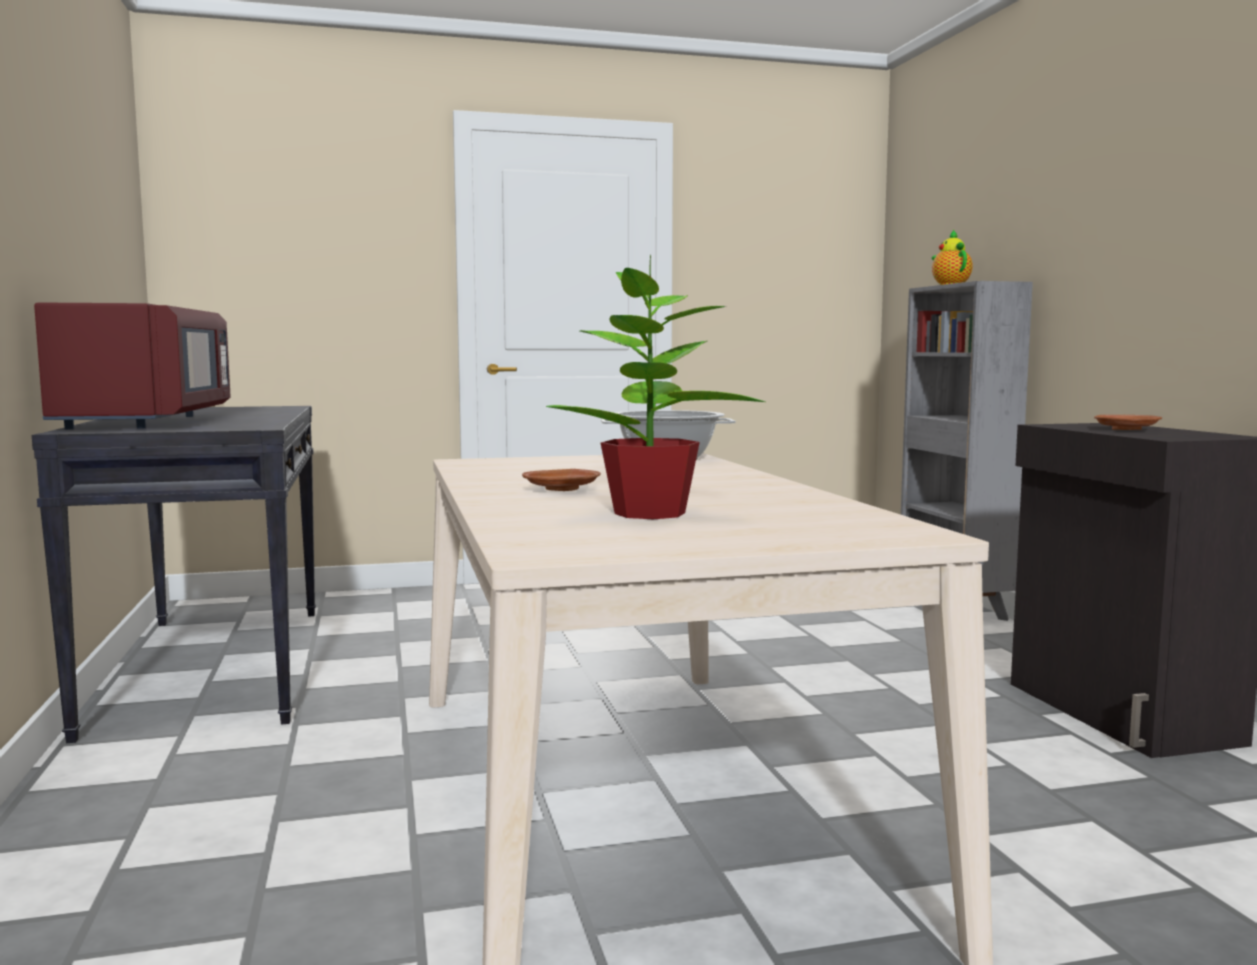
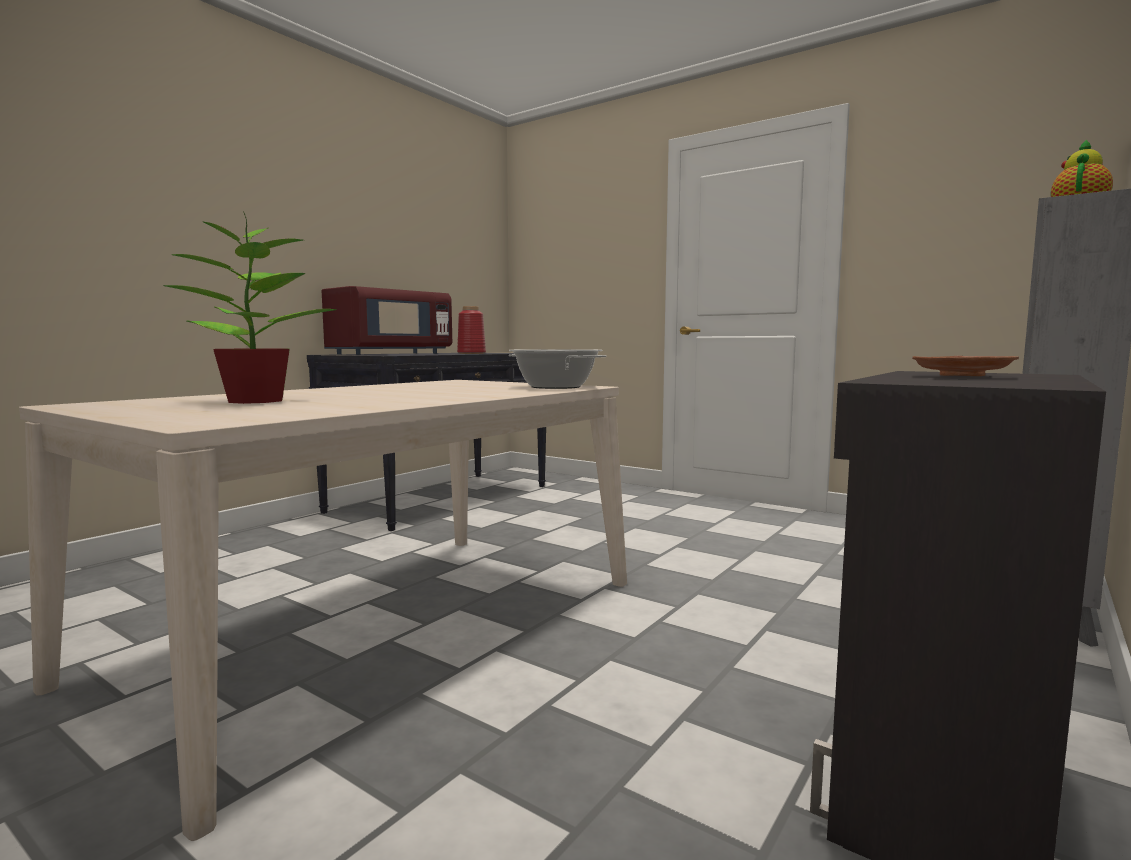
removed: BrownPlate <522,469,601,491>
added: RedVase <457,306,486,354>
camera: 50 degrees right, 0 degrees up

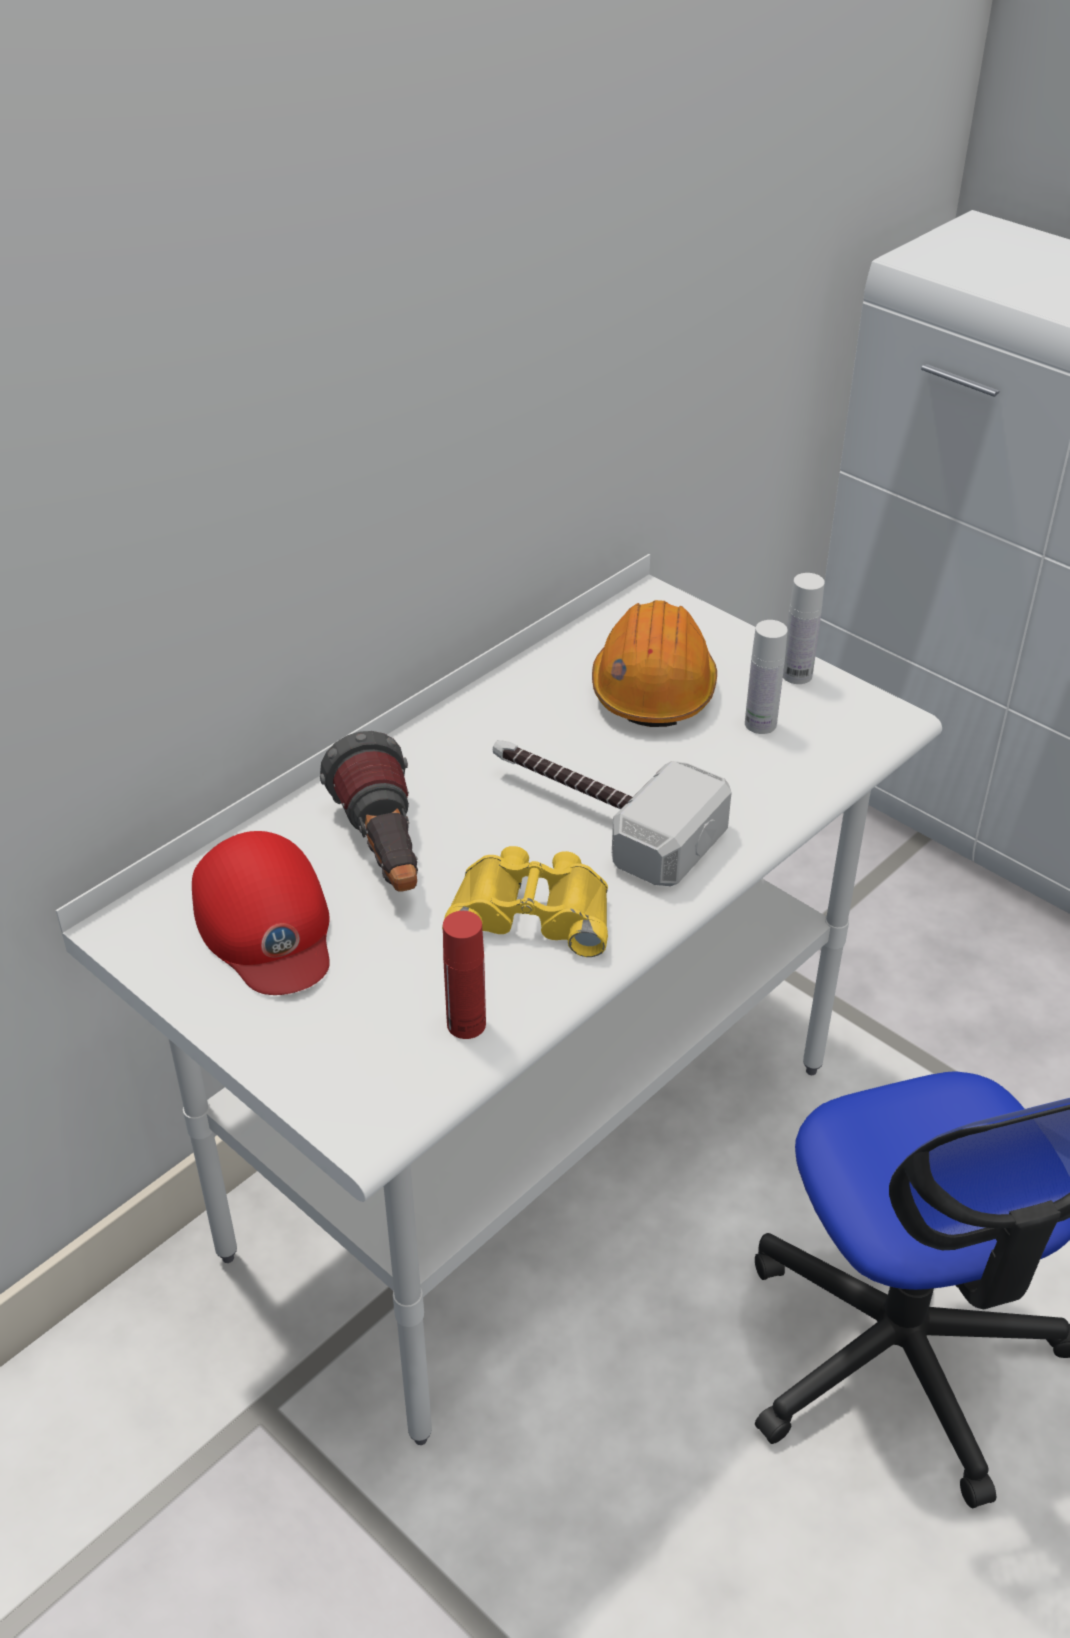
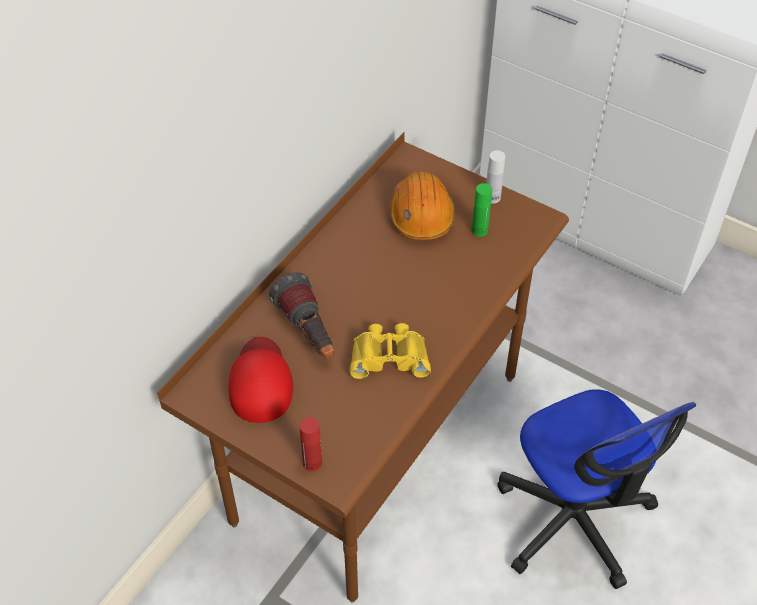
removed: Hammer <493,740,732,886>
moved: RedBottle <443,911,486,1039> to <300,417,322,471>
recoloured: WhiteDesk <56,554,942,1445> to BrownDesk <157,132,569,603>; WhiteBottle <745,620,788,734> to GreenBottle <472,183,492,237>
turned: RedCap <192,831,330,995> = <229,337,293,423> 150 degrees counterclockwise
camera: 10 degrees left, 10 degrees up

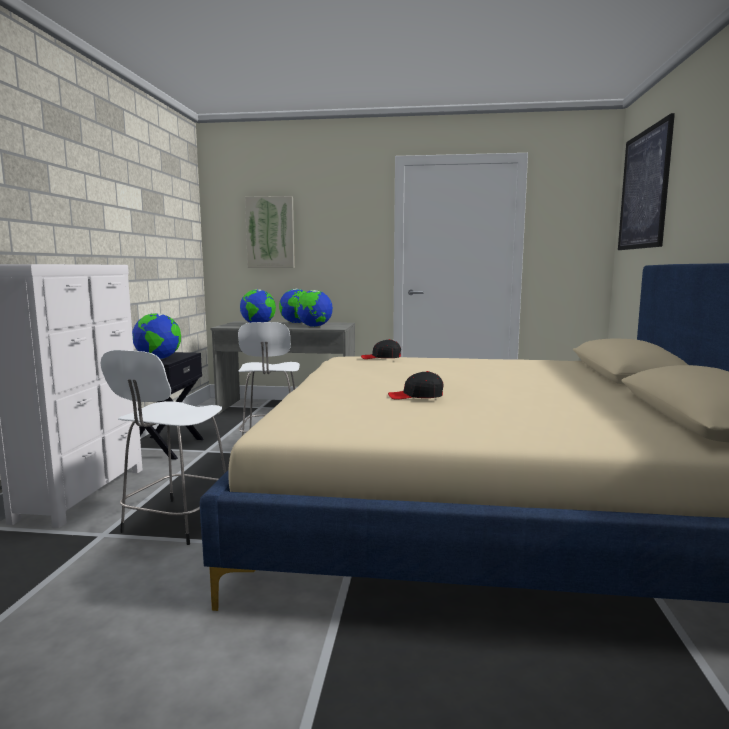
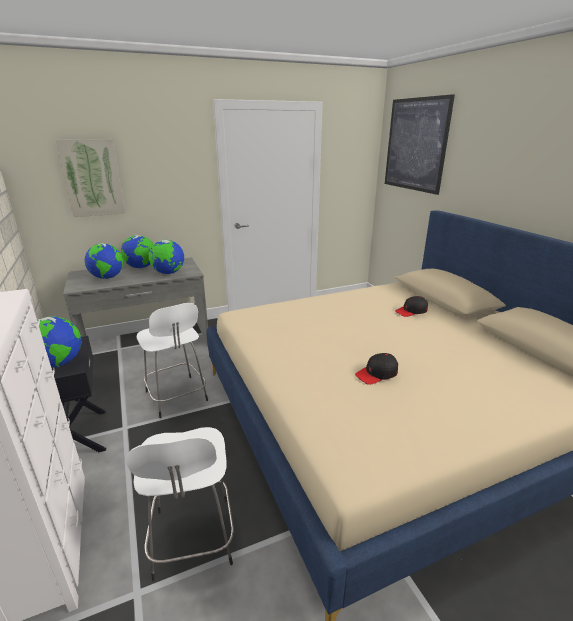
moved: BlackCap <361,339,401,359> to <395,296,428,317>
camera: 30 degrees left, 15 degrees up

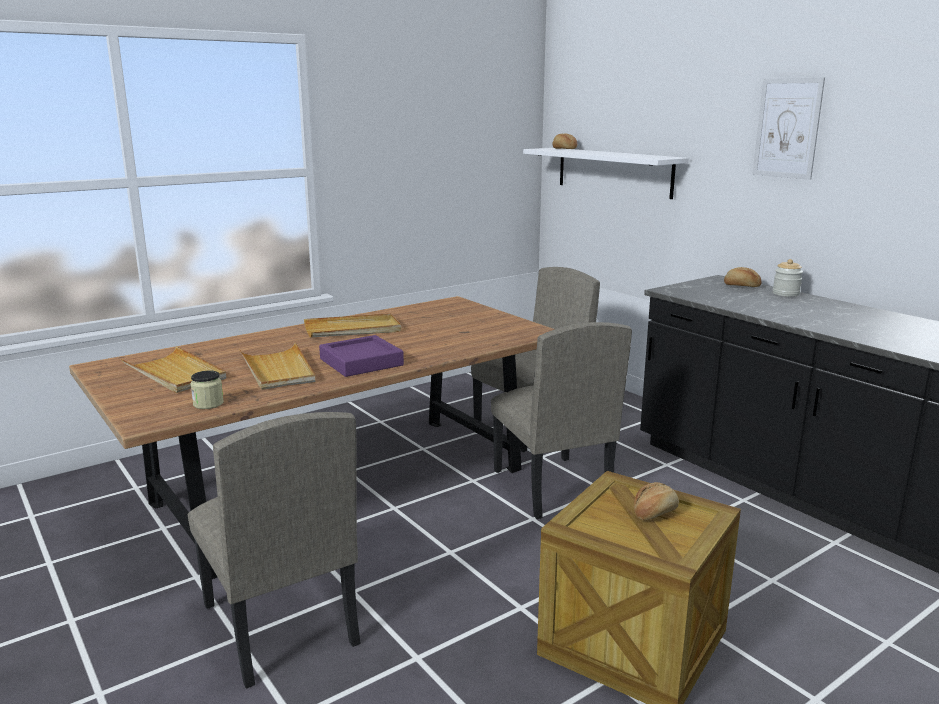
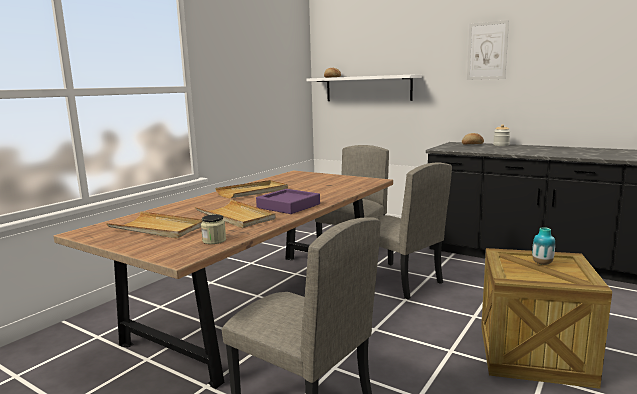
replaced: Bread <634,482,679,520> to Vase <532,227,555,265>
camera: 20 degrees left, 5 degrees down

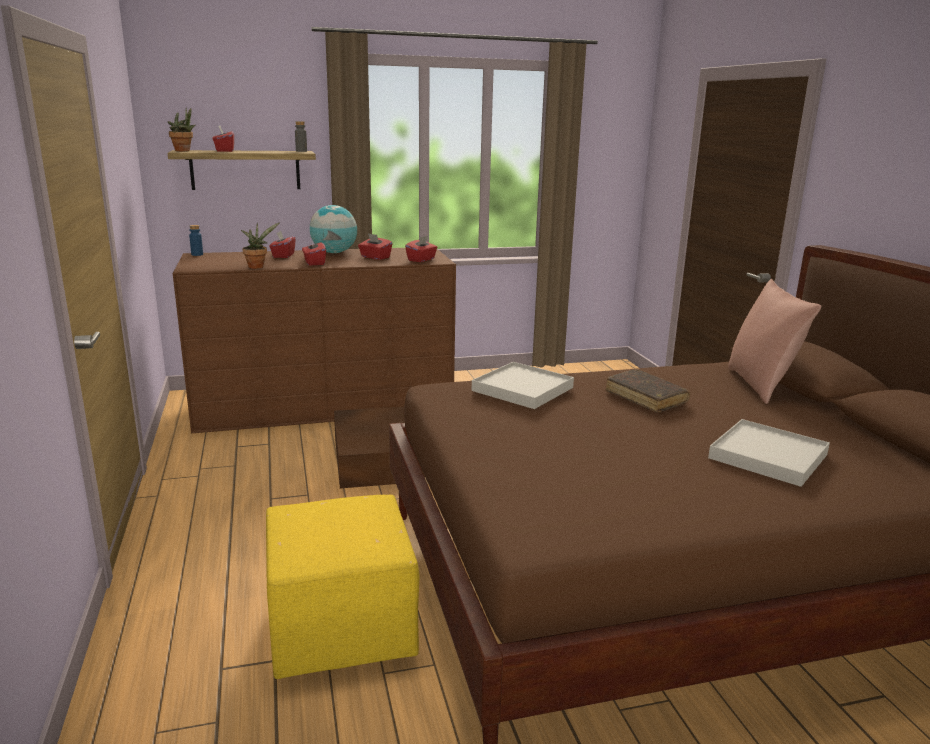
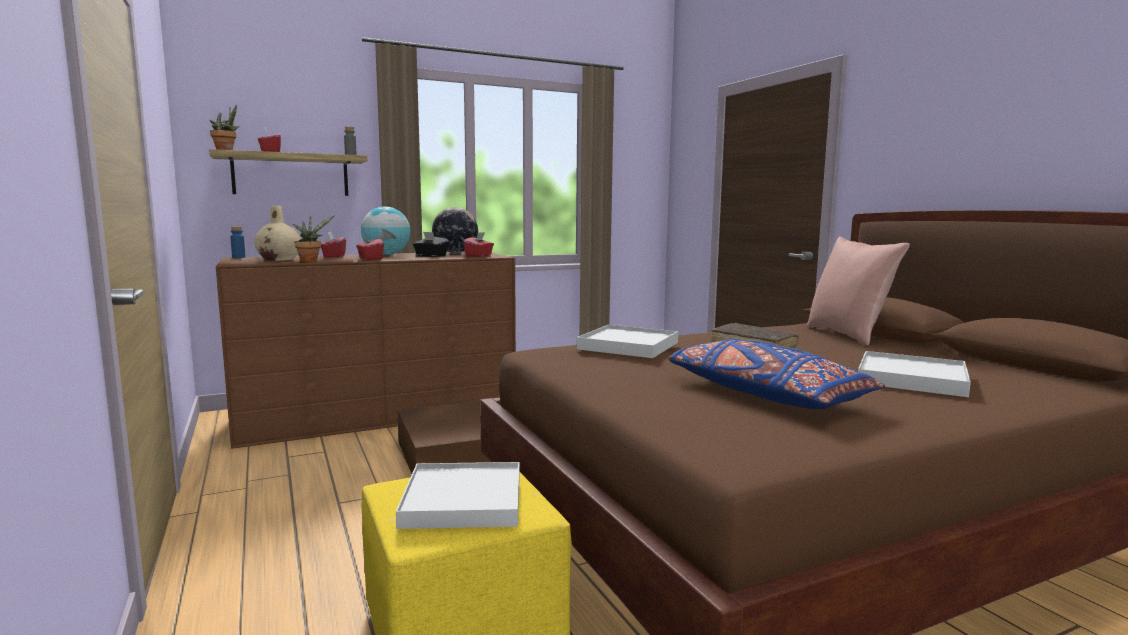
added: BeigeVase <254,206,301,261>; Globe <432,207,478,253>; BluePillow <668,339,885,409>; WhiteTray <396,462,520,529>
recoloured: RedTissueBox <358,233,393,260> to BlackTissueBox <413,232,449,257>
camera: 10 degrees left, 10 degrees down

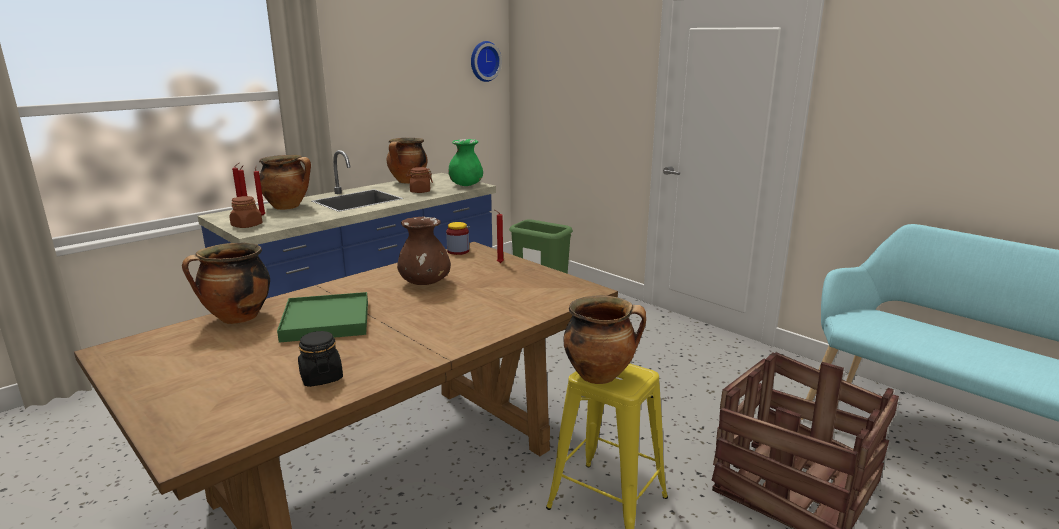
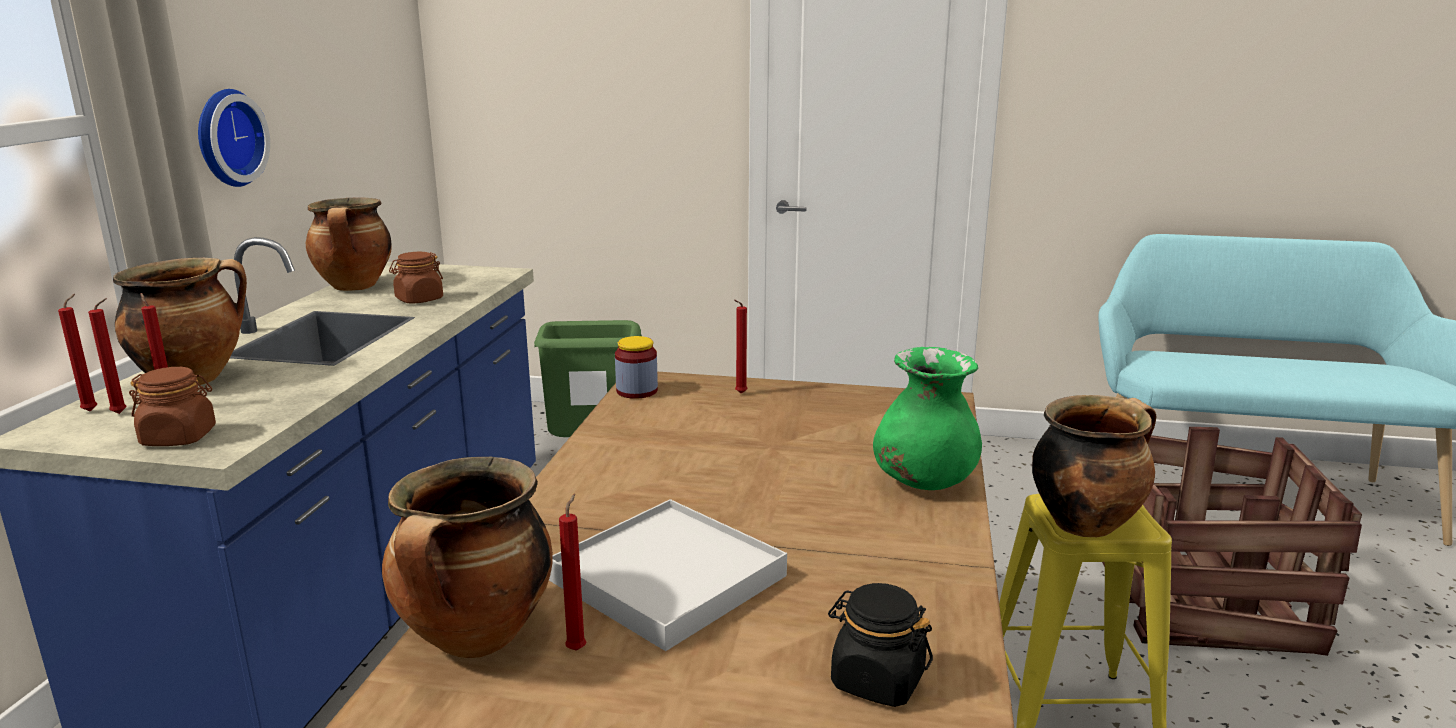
removed: BrownVase <397,216,451,285>
added: RedCandle <559,494,586,651>
moved: WallClock <471,41,502,82> to <198,89,270,187>; GreenVase <448,139,483,186> to <873,347,982,490>
recoloured: GreenTray <277,292,368,343> to WhiteTray <549,499,787,651>
camera: 35 degrees left, 0 degrees up

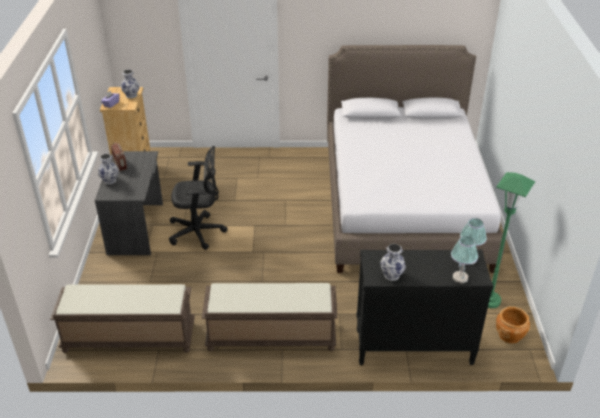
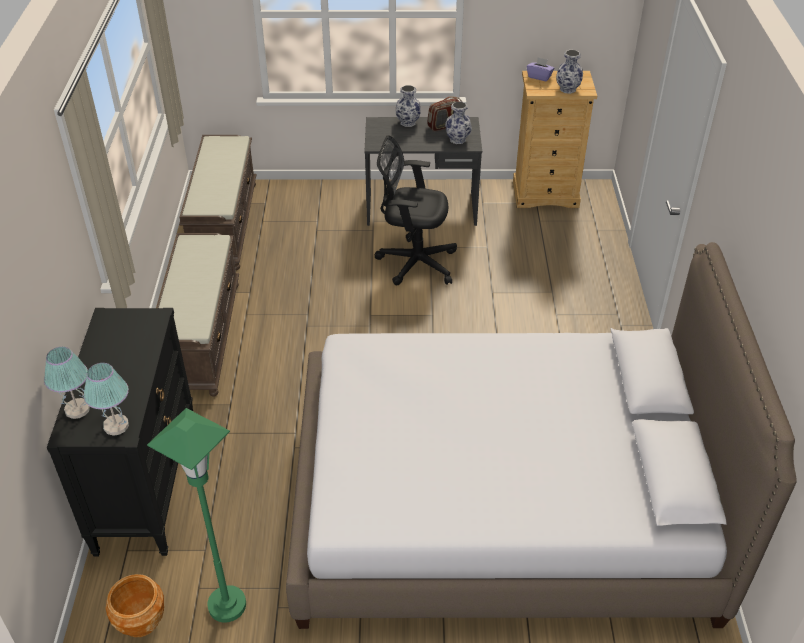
moved: Vase <380,244,406,281> to <445,102,472,144>
turned: BlackOfficeChair <169,146,227,250> = <375,135,457,285> 105 degrees clockwise
camera: 90 degrees right, 5 degrees up

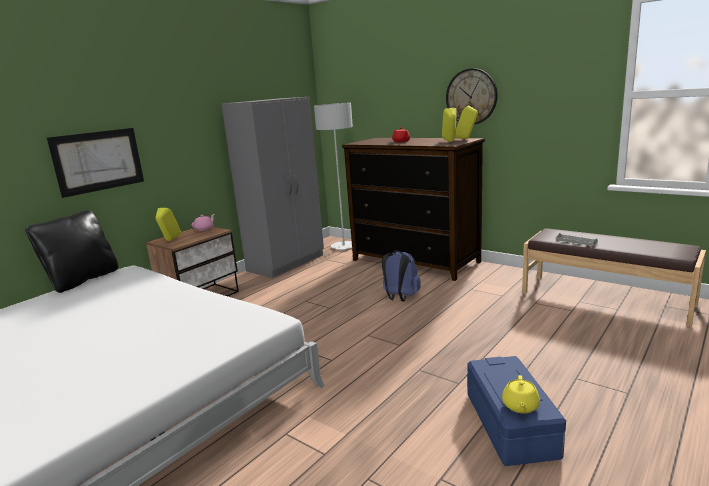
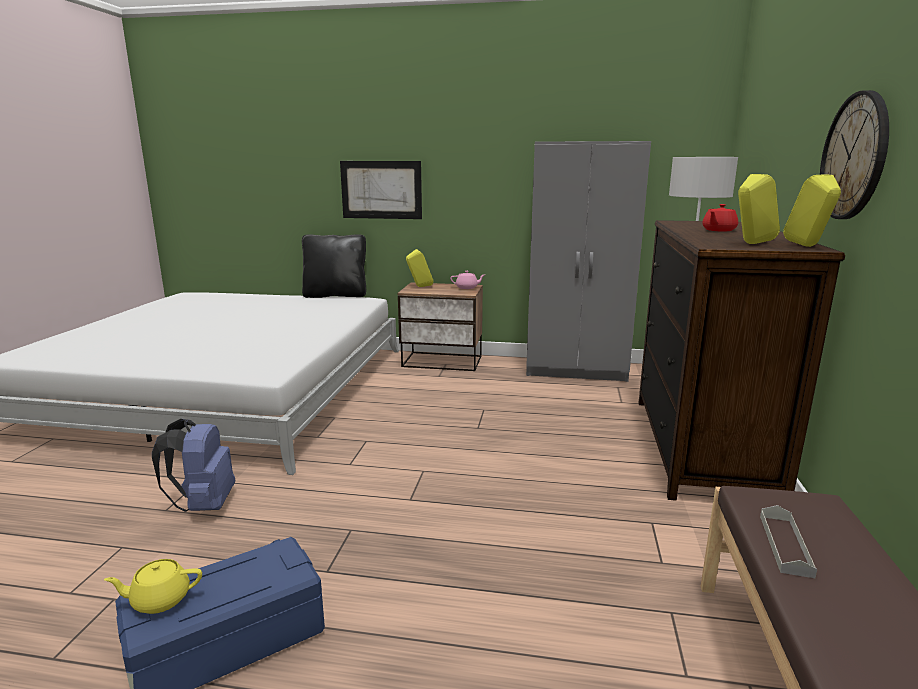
moved: BlueBackpack <381,250,421,302> to <152,419,235,512>
camera: 60 degrees right, 0 degrees up

